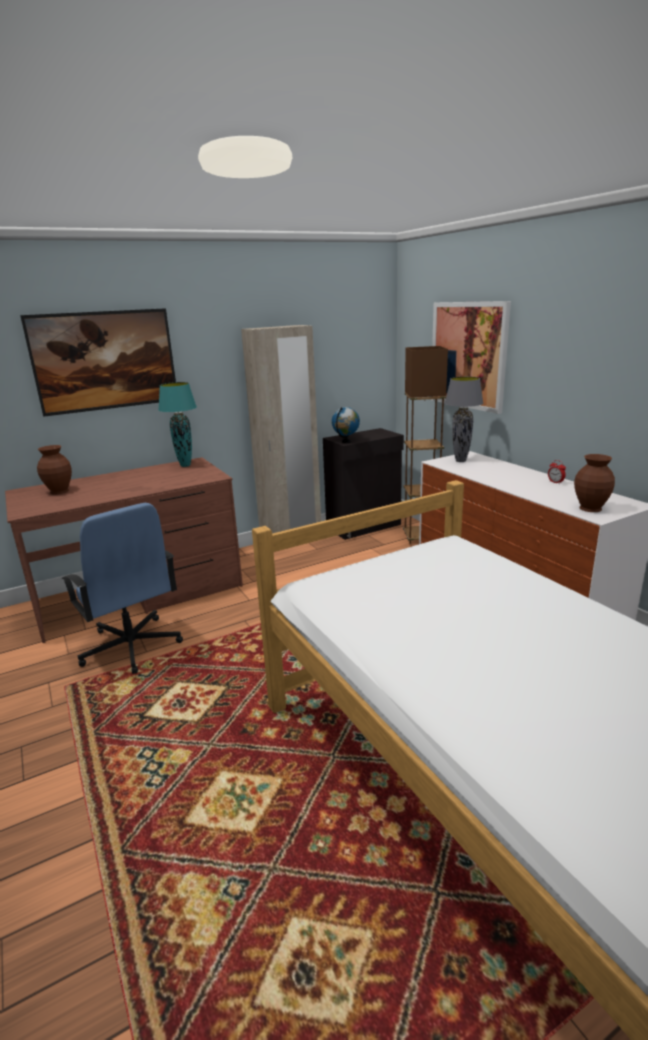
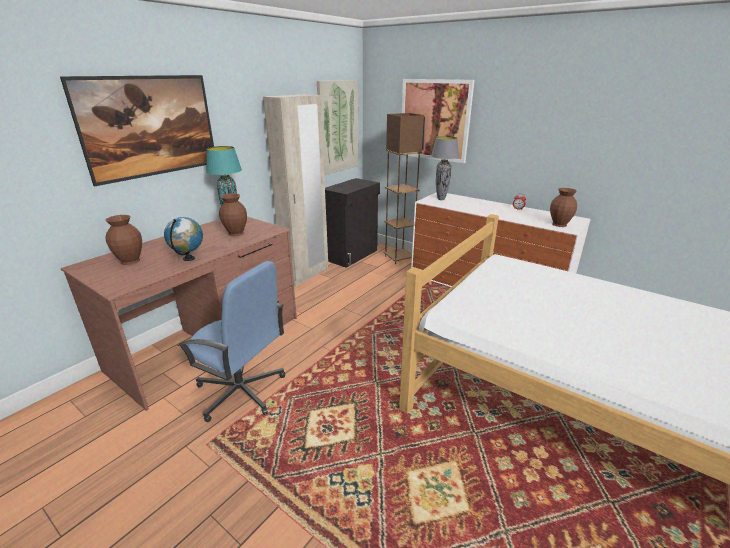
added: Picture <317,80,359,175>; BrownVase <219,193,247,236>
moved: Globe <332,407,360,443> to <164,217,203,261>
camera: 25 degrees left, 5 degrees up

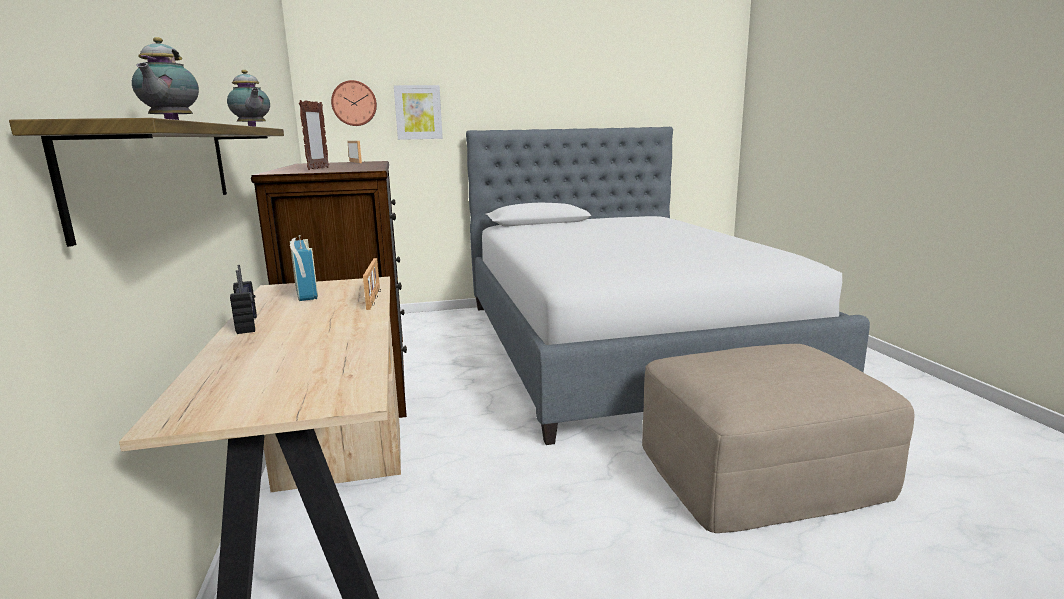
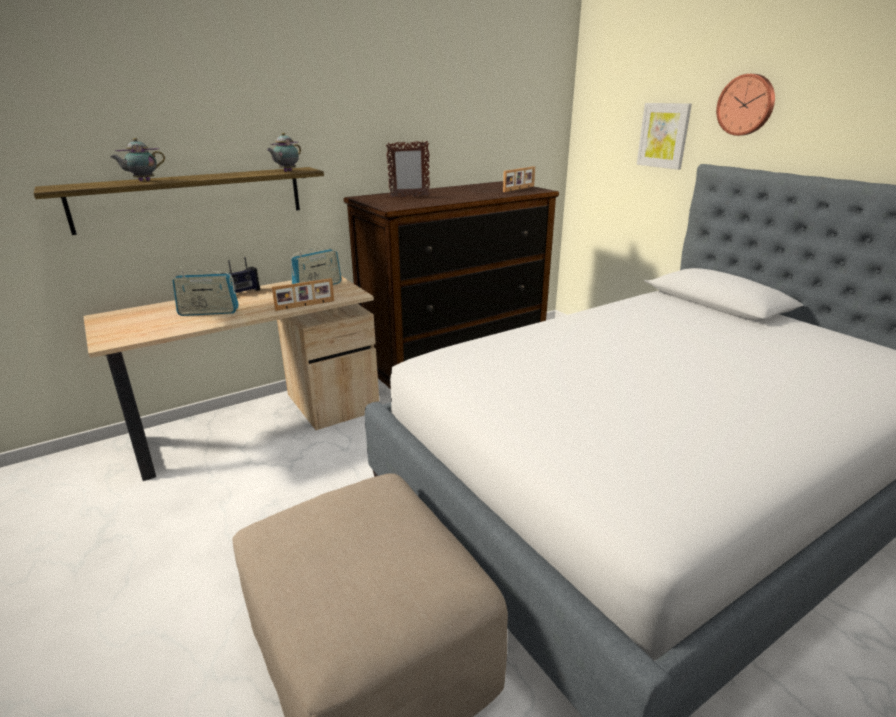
added: Radio <173,267,239,316>
moved: WallClock <331,80,377,126> to <716,74,775,136>
camera: 70 degrees right, 10 degrees up

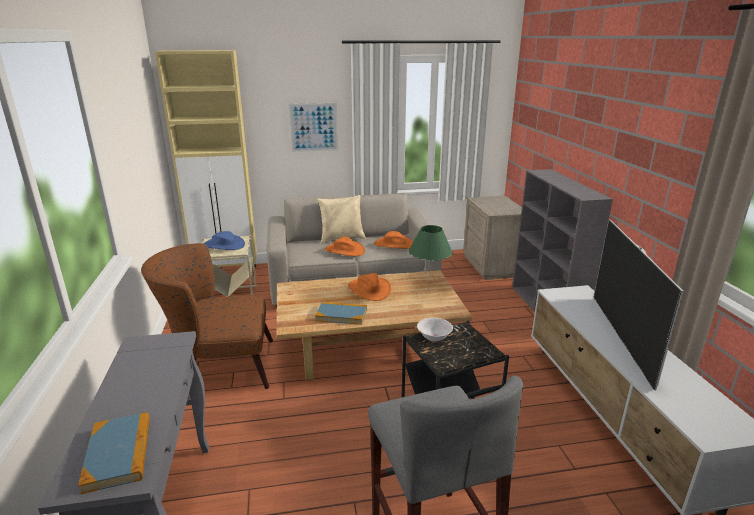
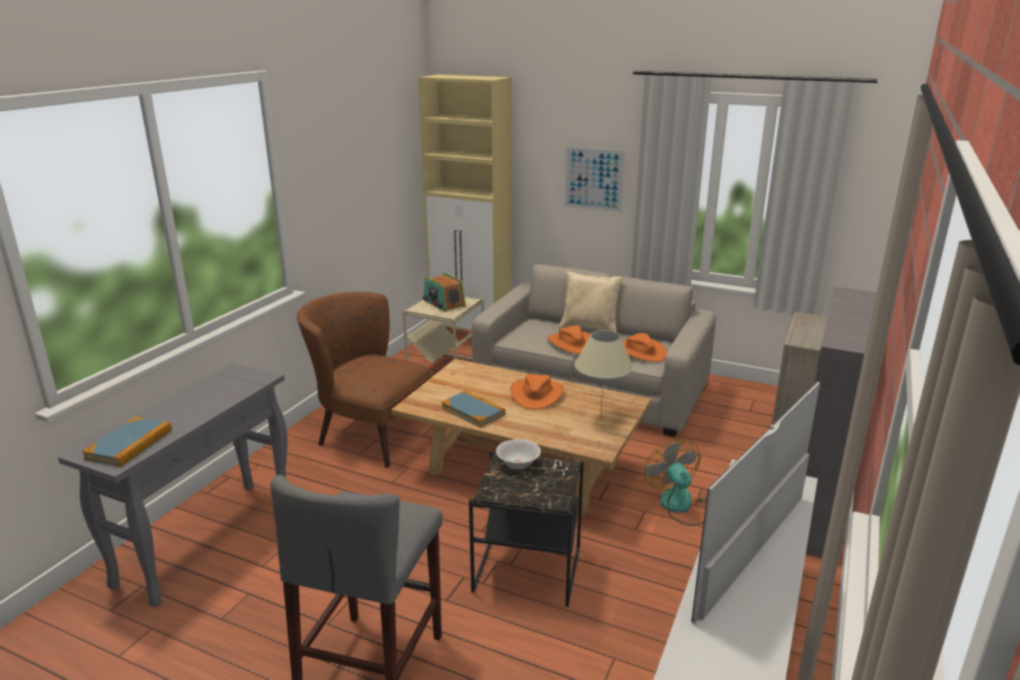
added: Fan <644,440,706,526>
replaced: BlueHat <203,231,245,250> to Radio <423,273,466,312>
recoloured: GreenTableLamp <409,225,453,291> to BeigeTableLamp <575,330,633,413>
camera: 35 degrees right, 0 degrees up

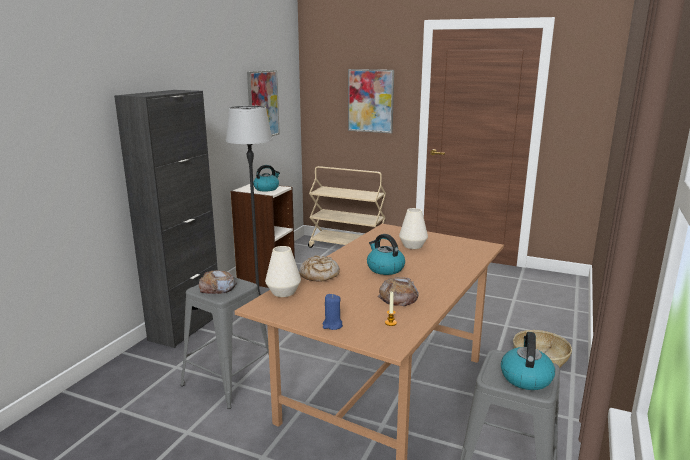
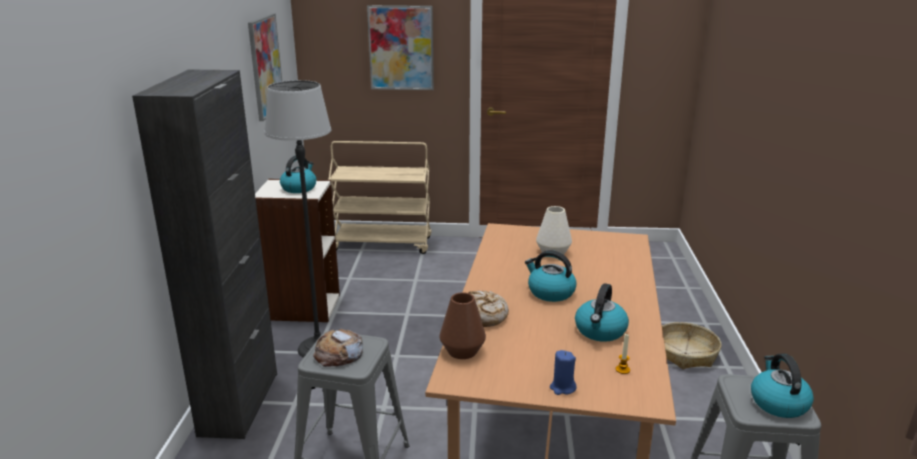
replaced: Bread <377,277,419,306> to Kettle <575,283,629,342>
recoloured: WhiteVase <265,246,301,297> to BrownVase <439,292,486,359>
camera: 20 degrees left, 5 degrees up

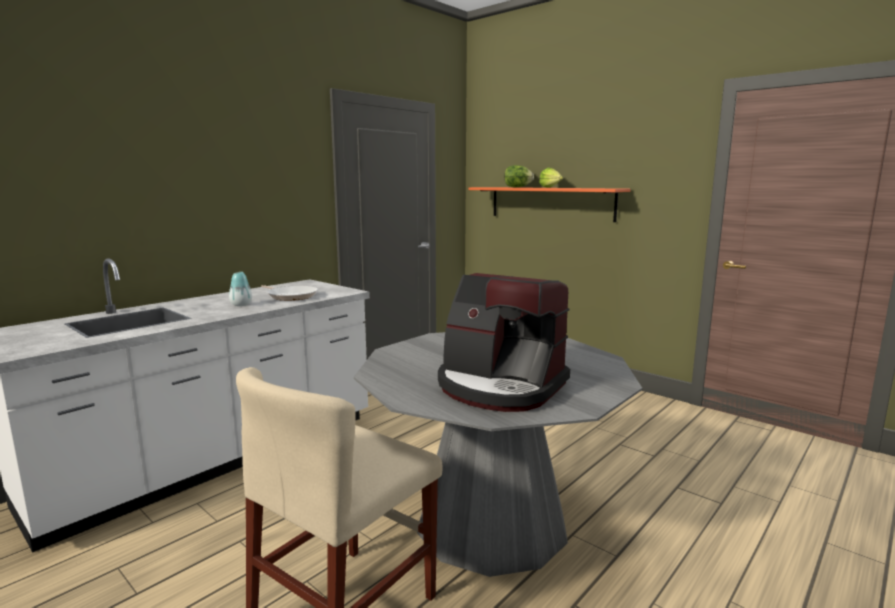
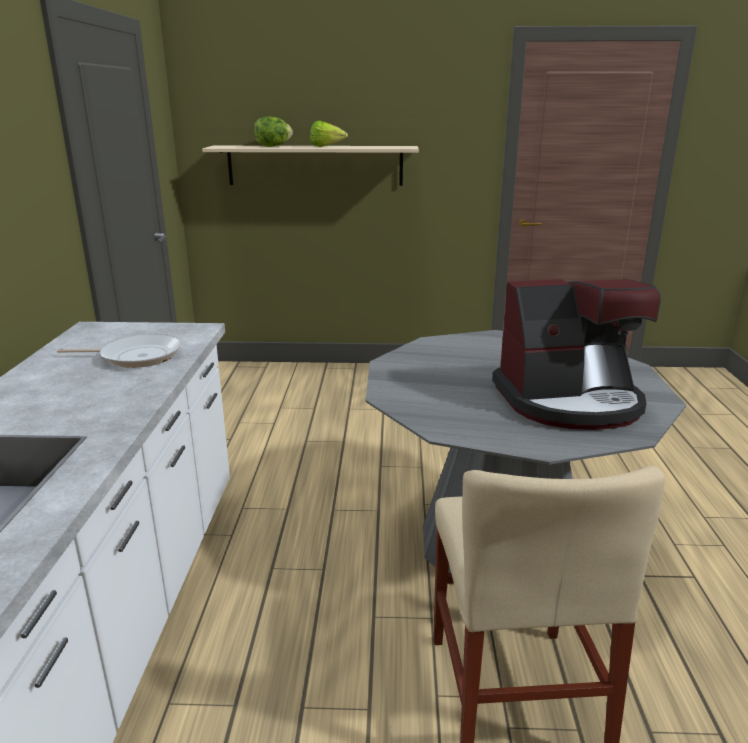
removed: Vase <229,272,252,306>
recoloured: OrangeShelf <468,187,631,222> to BeigeShelf <202,146,419,186>
camera: 40 degrees left, 10 degrees up

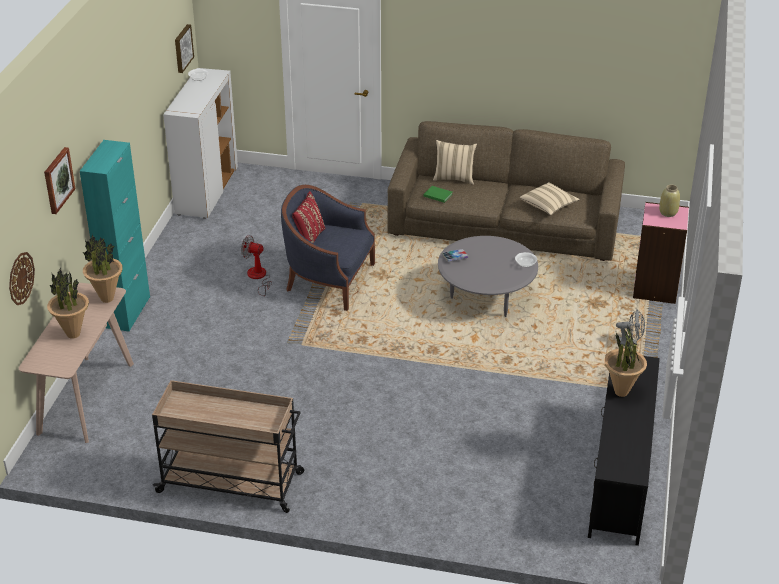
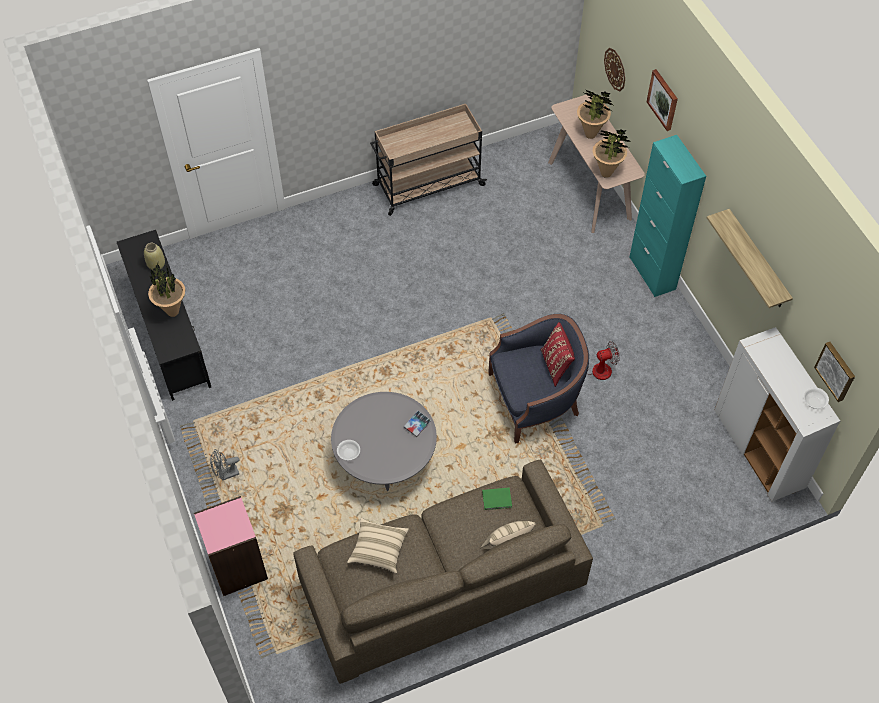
added: Shelf <707,209,793,308>
moved: BeigeVase <659,185,680,217> to <144,243,165,270>
camera: 145 degrees right, 20 degrees up

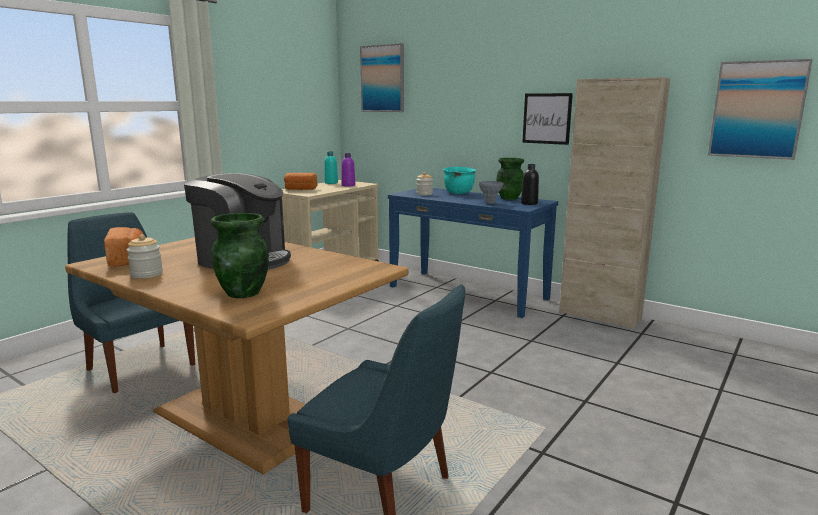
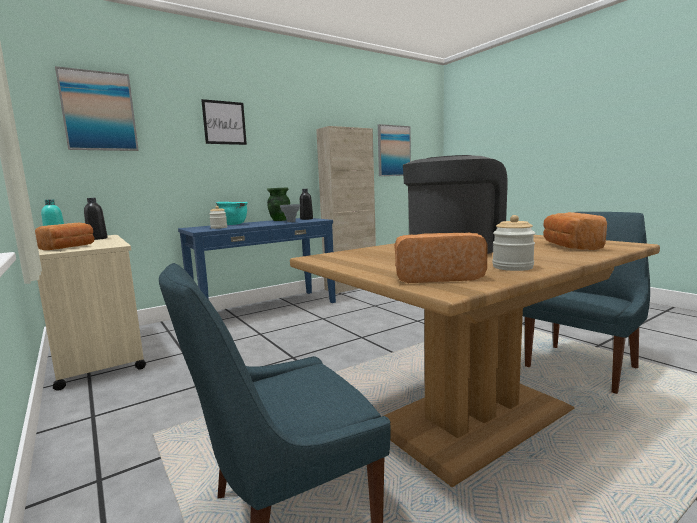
moved: Picture <522,93,573,145> to <201,99,247,145>
replaced: GreenVase <210,213,269,298> to Bread <543,212,607,250>
recoloured: PurpleBottle <342,153,355,187> to BlackBottle <84,198,107,240>
camera: 70 degrees left, 5 degrees down

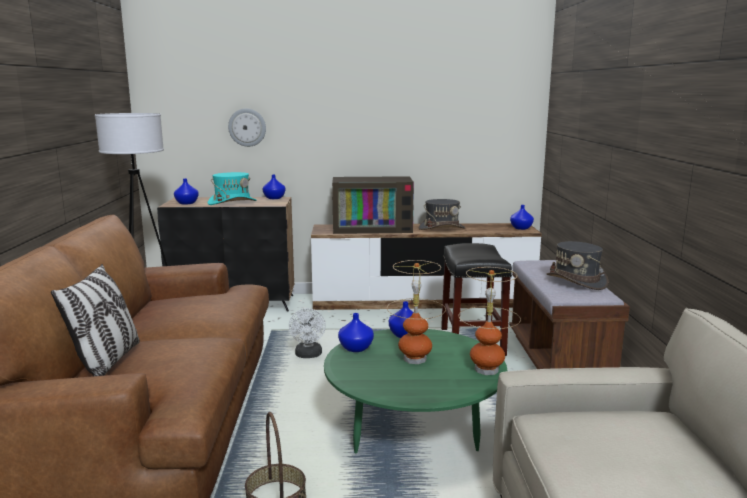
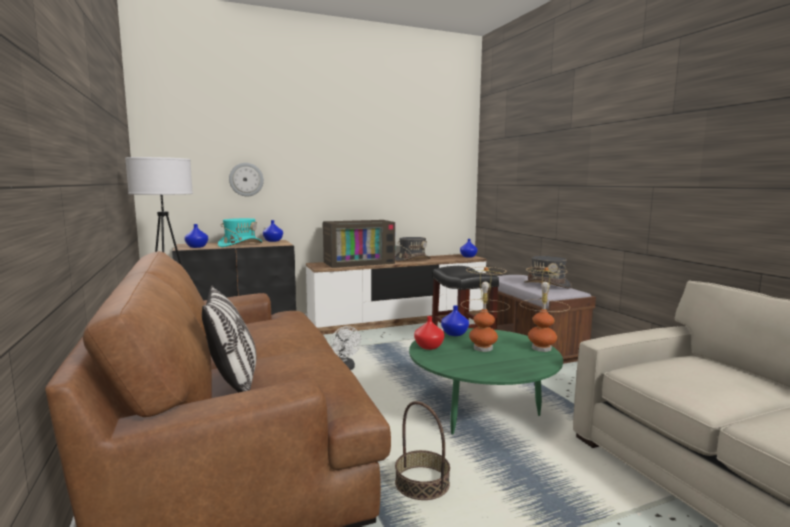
recoloured: BlueVase <338,313,374,352> to RedVase <414,316,445,350>
camera: 20 degrees left, 5 degrees down

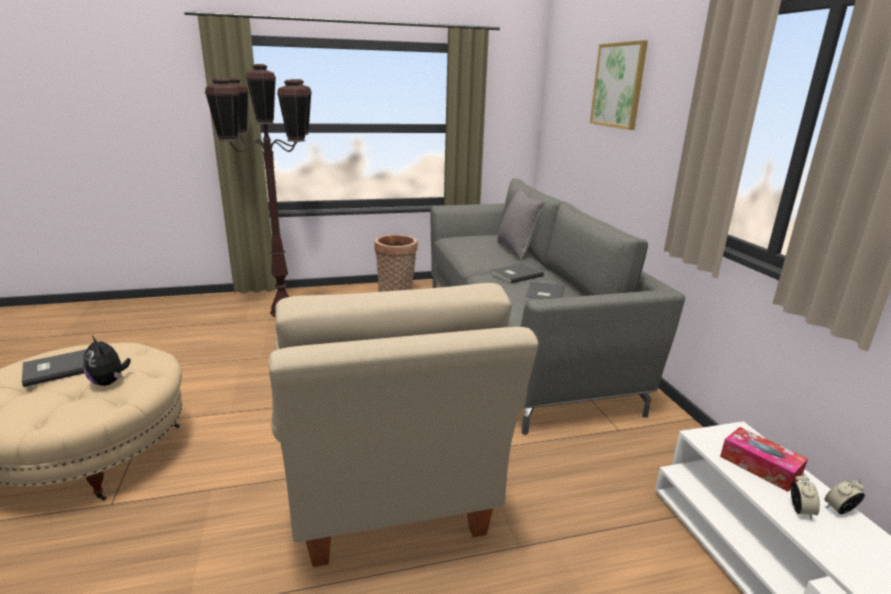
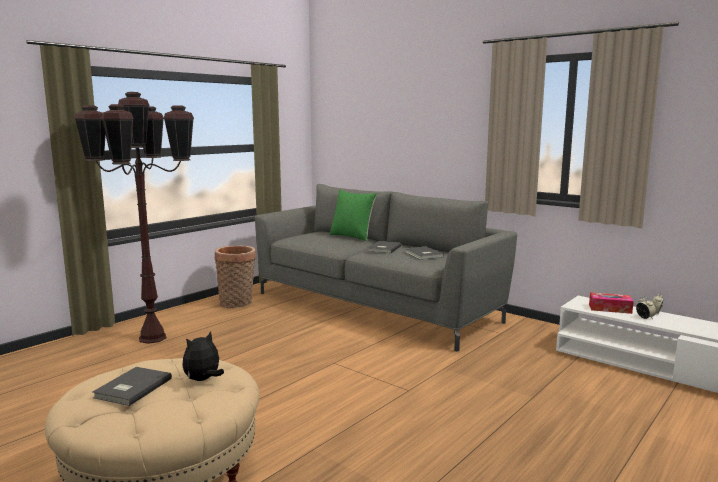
removed: Picture <590,40,648,130>; BeigeArmchair <269,283,538,567>
recoloured: GreyPillow <498,189,545,259> to GreenPillow <329,190,377,241>
turned: PlushToy <83,336,131,386> = <182,331,224,381> 120 degrees clockwise
camera: 35 degrees left, 10 degrees down

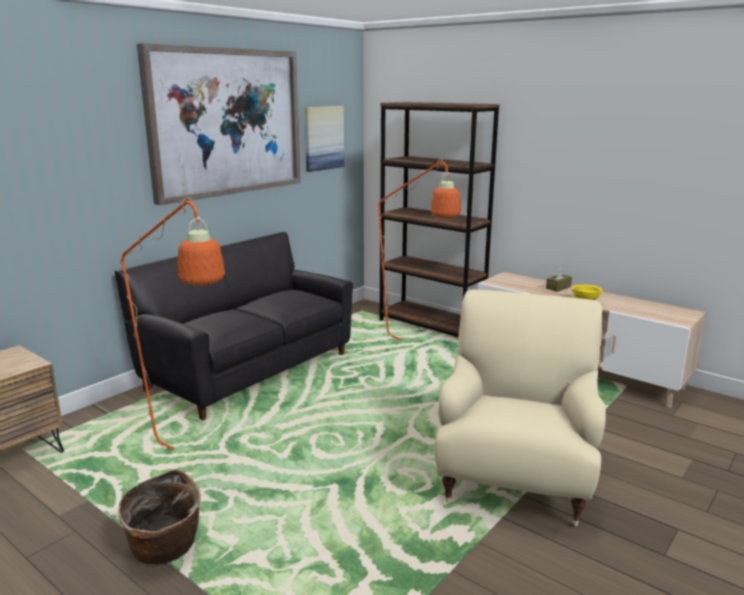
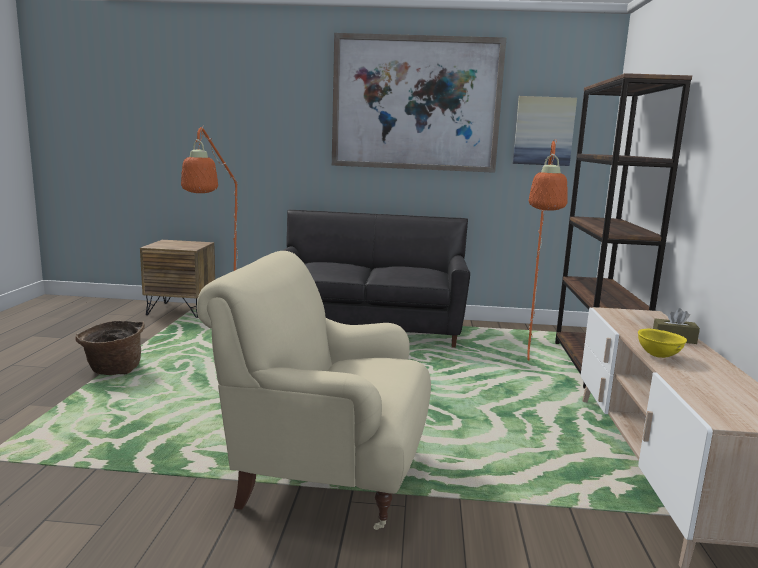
turned: BeigeArmchair <435,290,606,526> = <197,251,431,530> 150 degrees counterclockwise
camera: 55 degrees right, 5 degrees down

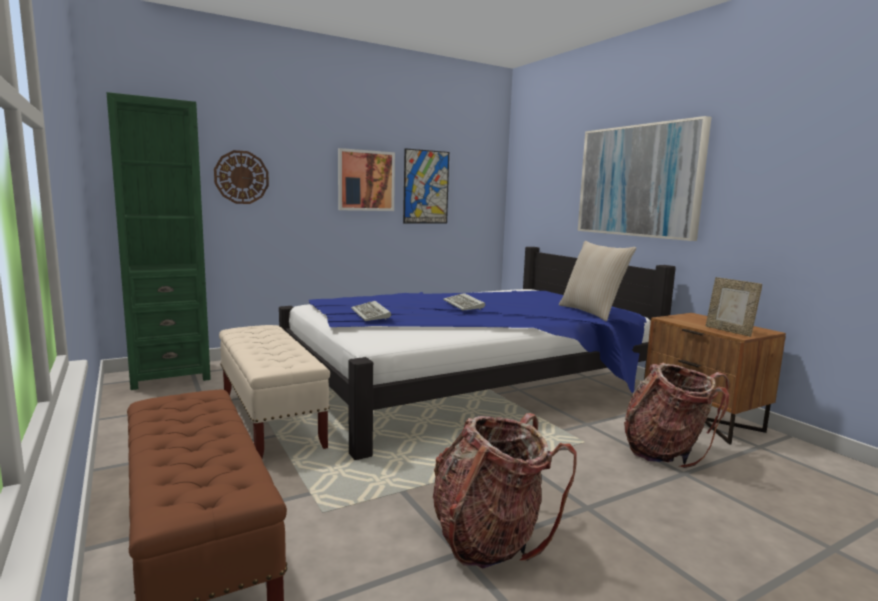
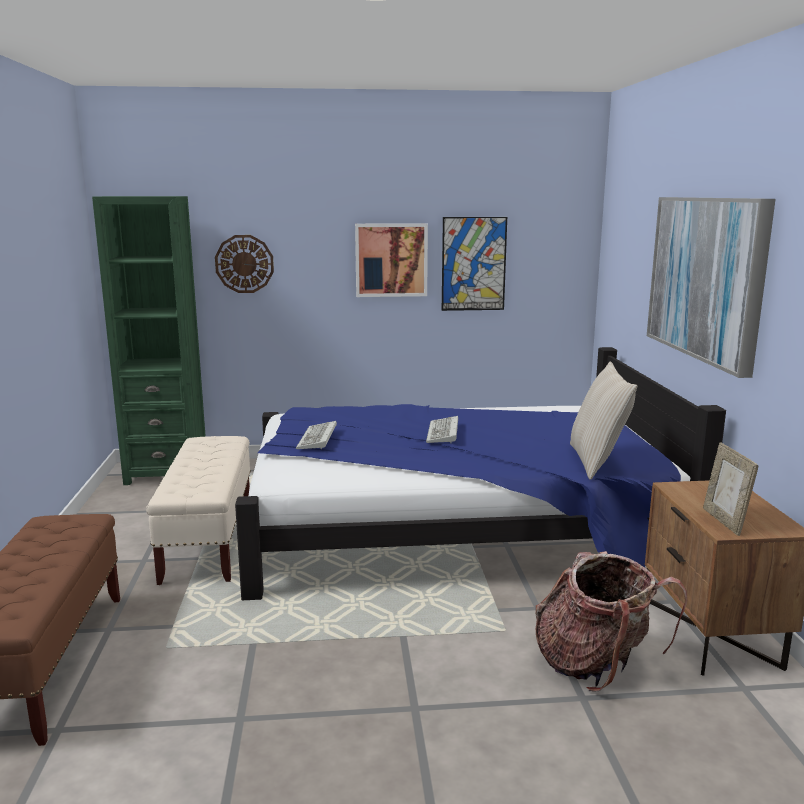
removed: Backpack <433,413,576,568>
camera: 25 degrees right, 5 degrees up

